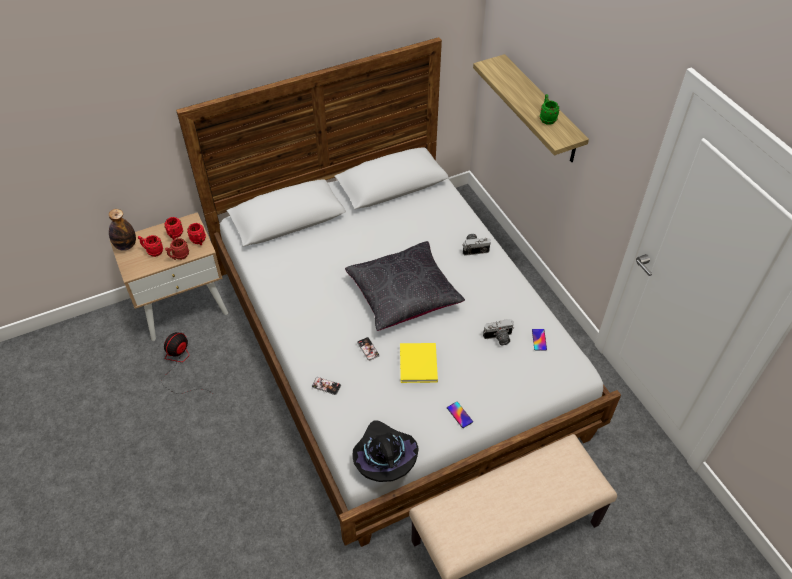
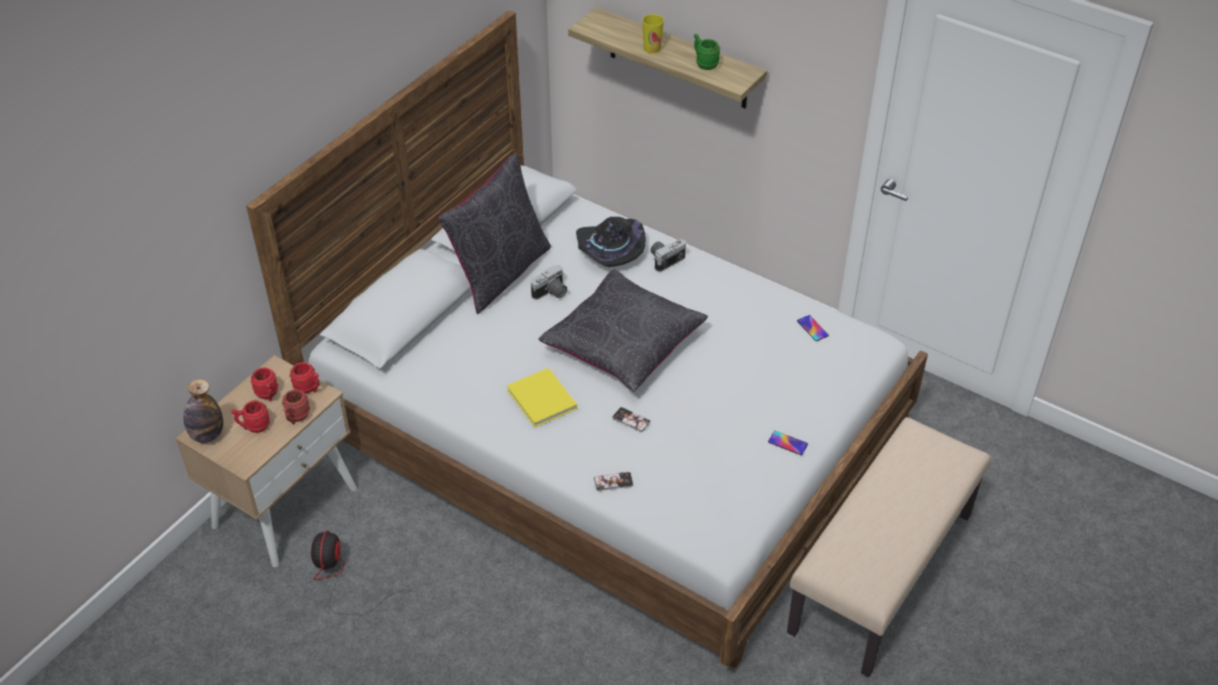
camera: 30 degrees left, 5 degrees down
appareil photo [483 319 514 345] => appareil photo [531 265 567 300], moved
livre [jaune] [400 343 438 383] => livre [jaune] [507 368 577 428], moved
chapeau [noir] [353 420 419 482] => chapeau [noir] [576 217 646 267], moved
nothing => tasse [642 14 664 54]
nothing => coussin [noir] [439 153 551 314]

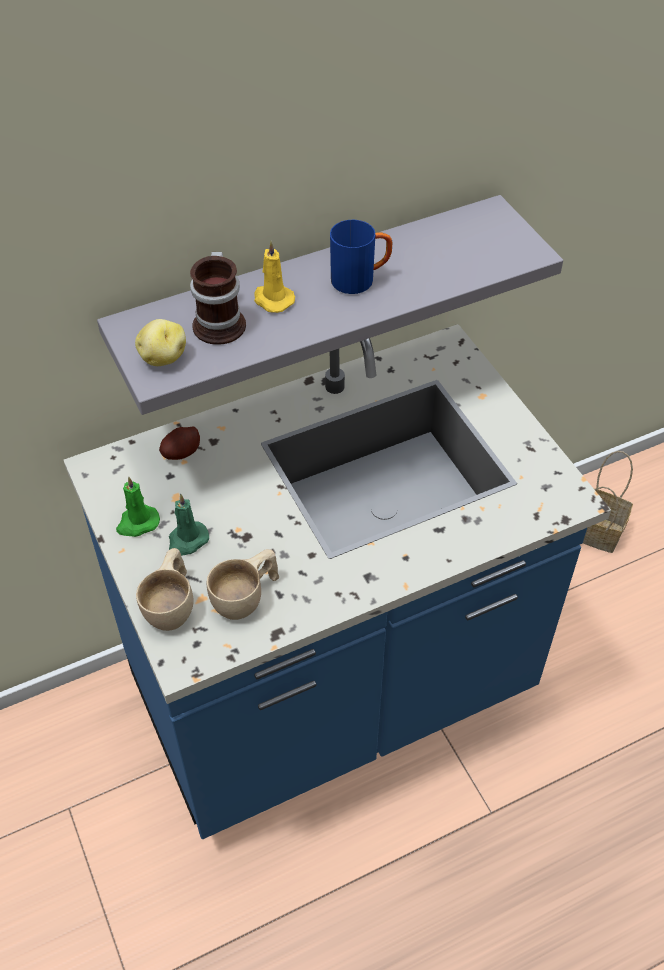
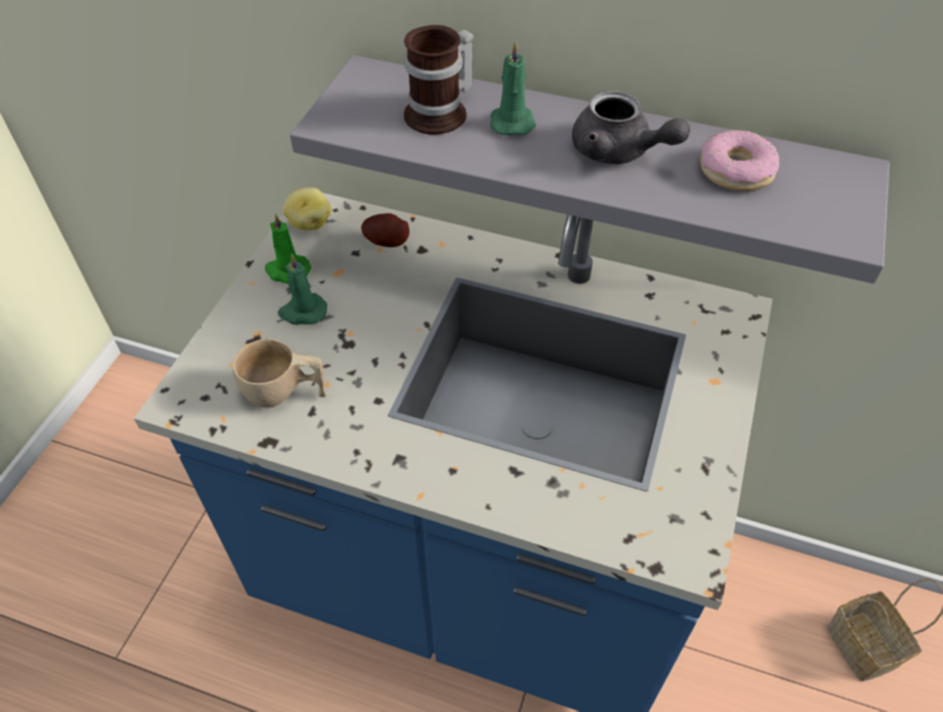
camera: 45 degrees right, 0 degrees up
mug [bleu] [330 220 392 294] => théière [gris] [572 91 690 164]
bougie [jaune] [254 241 295 313] => bougie [vert] [490 40 536 135]
pomme de terre [135 319 186 366] => pomme de terre [283 187 332 230], moved
tasse [beige] [136 548 194 631] => nothing
nothing => beignet [700 130 779 191]

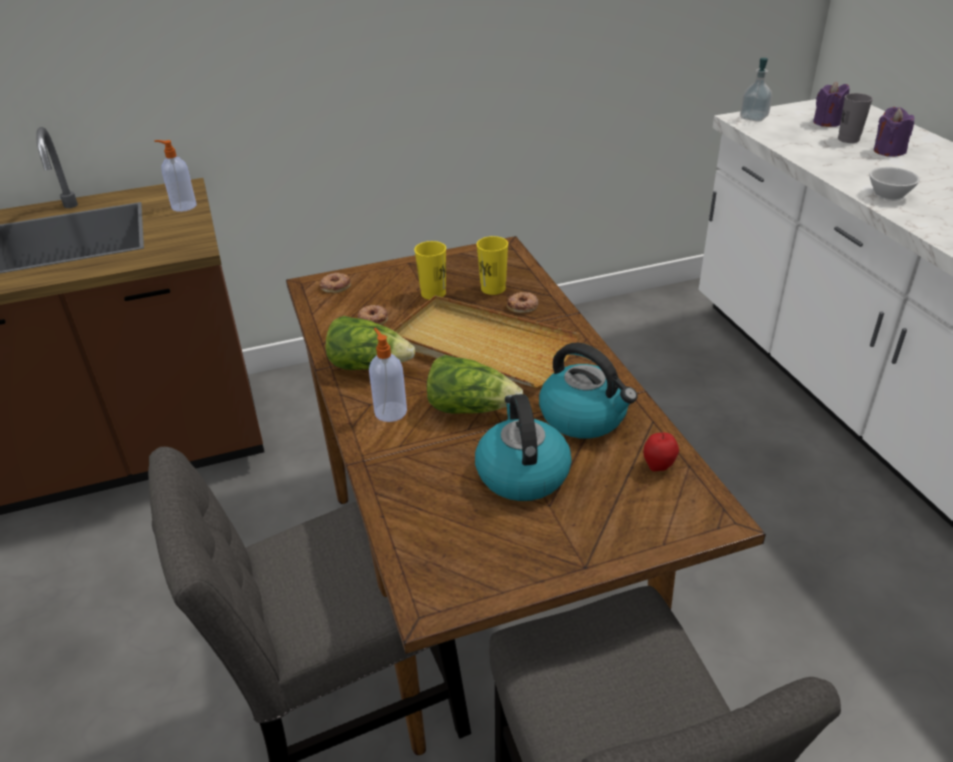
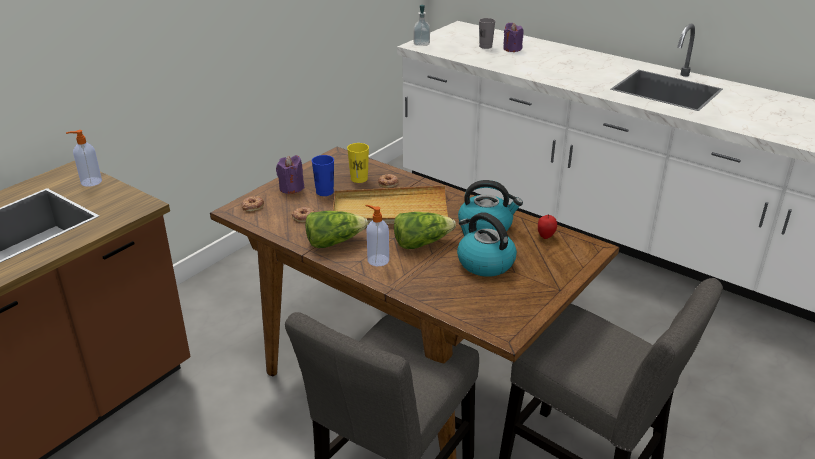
camera: 35 degrees left, 5 degrees down
bougie [violet] [813 82 850 127] => bougie [violet] [276 155 304 194], moved
tasse [blanc] [869 167 920 201] => nothing
tasse [jaune] [414 241 446 300] => tasse [bleu] [312 155 334 196]

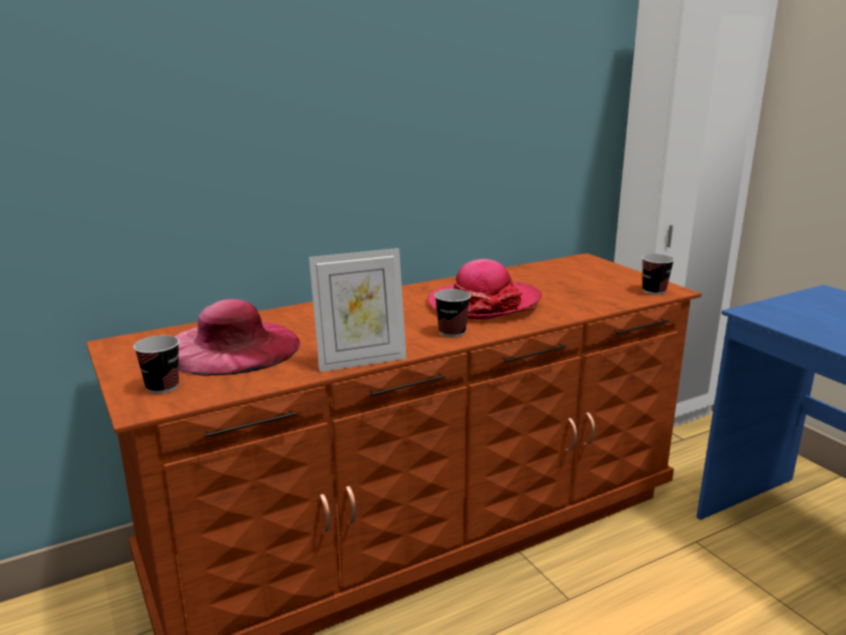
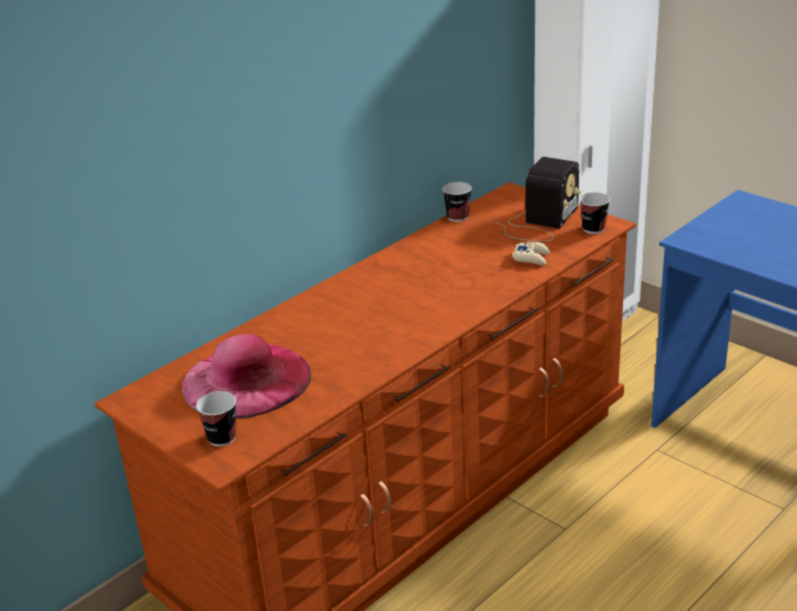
camera: 15 degrees left, 10 degrees up
cadre photo [309 248 407 372] => nothing
chapeau [427 259 542 319] => nothing
tasse [434 289 471 337] => tasse [442 182 472 222], moved
nothing => radio [495 157 581 242]
nothing => manette [beige] [512 242 550 265]

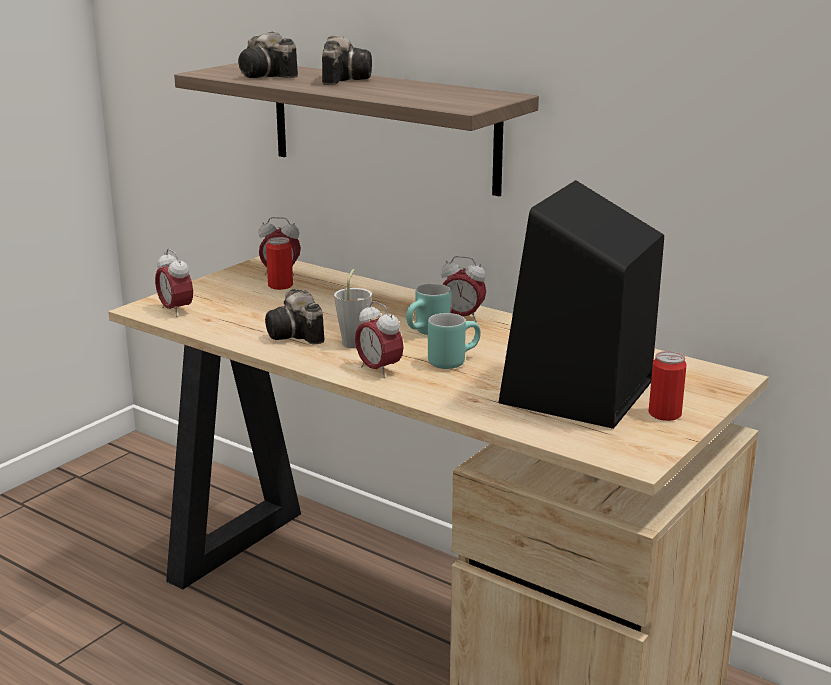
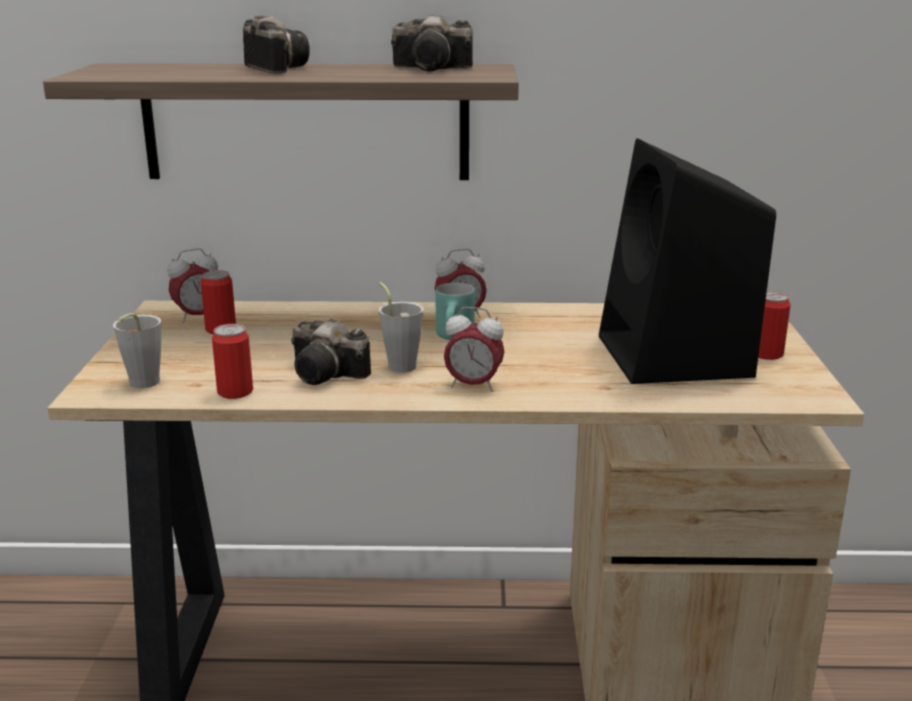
camera: 35 degrees left, 0 degrees up
appareil photo [238 31 298 78] => appareil photo [391 14 473 71], moved
réveil [155 249 193 317] => tasse [gris] [113 313 161 388]
mug [turquoise] [428 313 481 369] => nothing
nothing => boîte métallique [212 324 253 399]

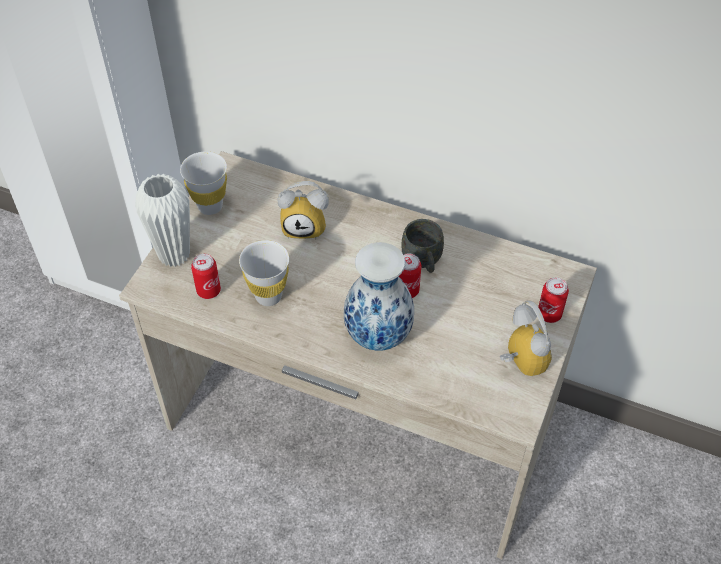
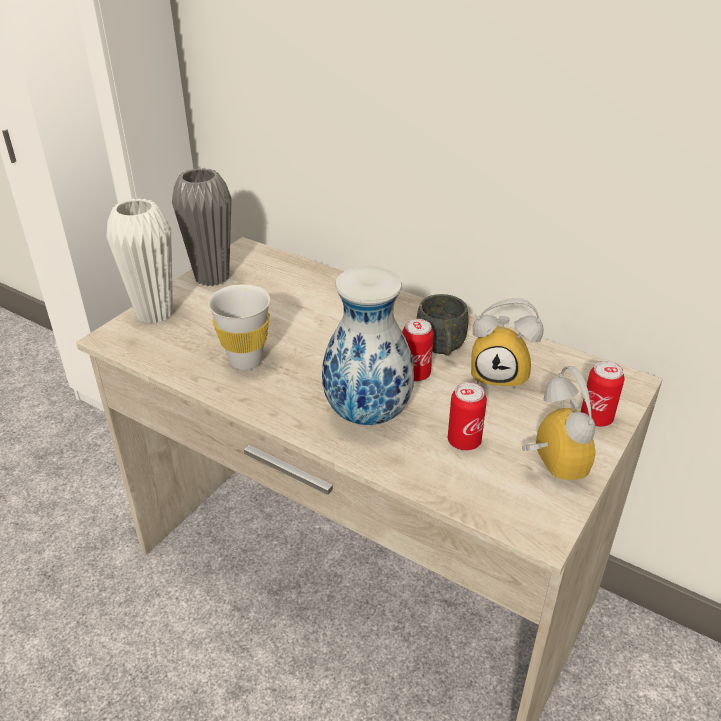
camera: 10 degrees right, 15 degrees down
tasse [blanc] [180 151 227 215] => vase [gris] [172 168 232 286]
réveil [278 181 329 239] => réveil [471 298 544 390], moved
boîte métallique [191 254 221 299] => boîte métallique [448 382 487 451], moved

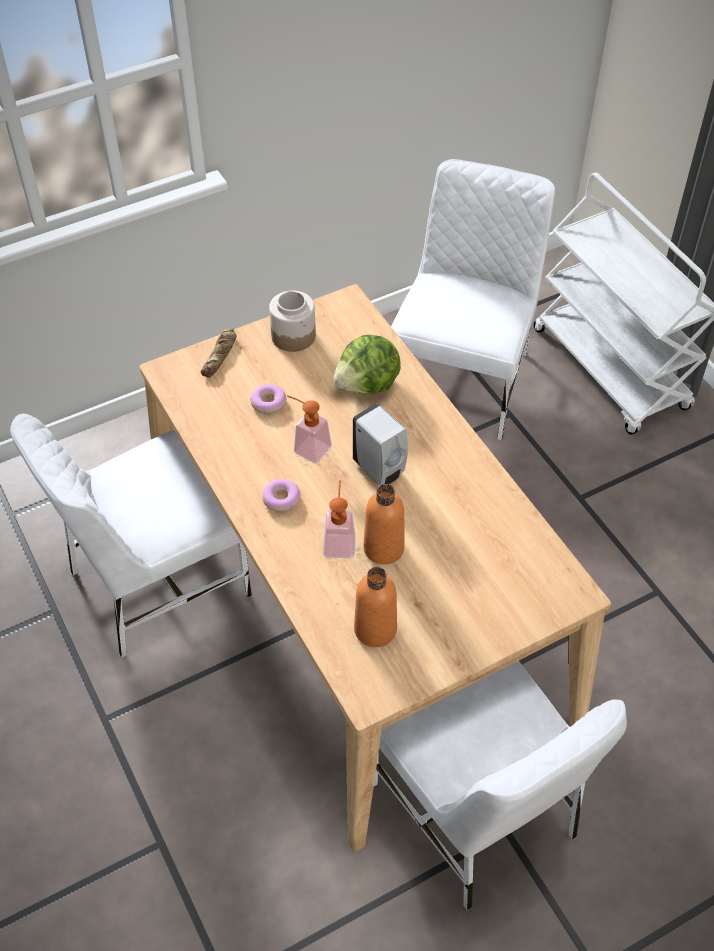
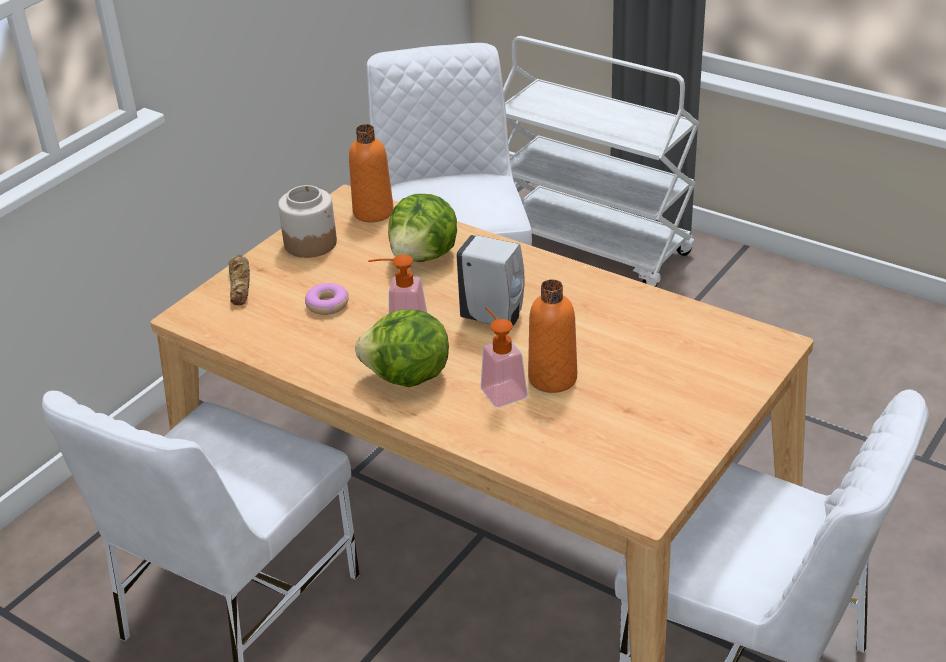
camera: 25 degrees left, 15 degrees down
beignet [262 479 301 512] => laitue [355 310 449 387]
bouteille [orange] [354 567 397 647] => bouteille [orange] [349 124 394 222], moved

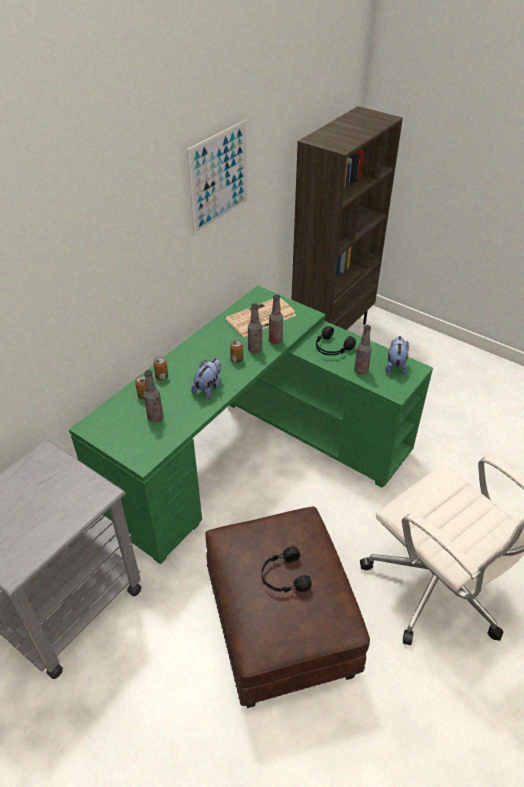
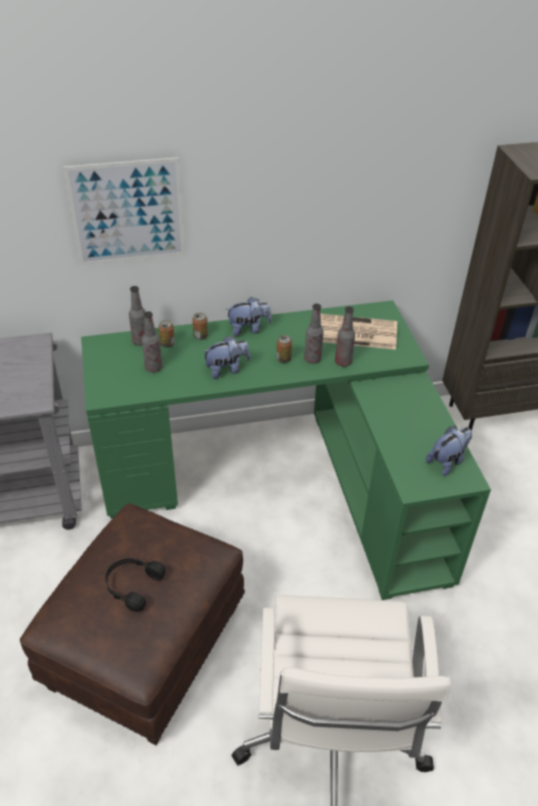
camera: 40 degrees right, 0 degrees up
tableau [187 119 249 236] => tableau [63 157 185 265], moved
bouteille [354 325 372 375] => bouteille [129 286 146 346], moved
casque audio [noir] [316 326 356 355] => nothing
nothing => peluche [226 297 272 336]

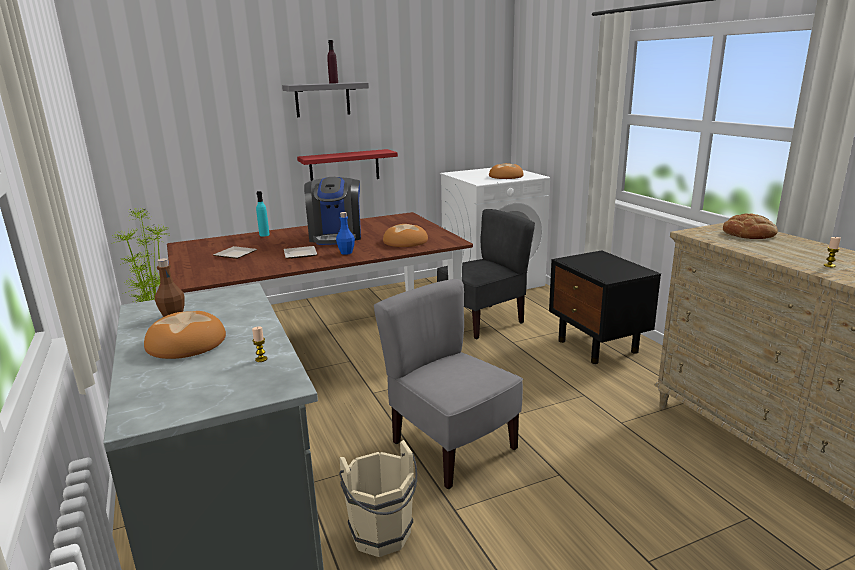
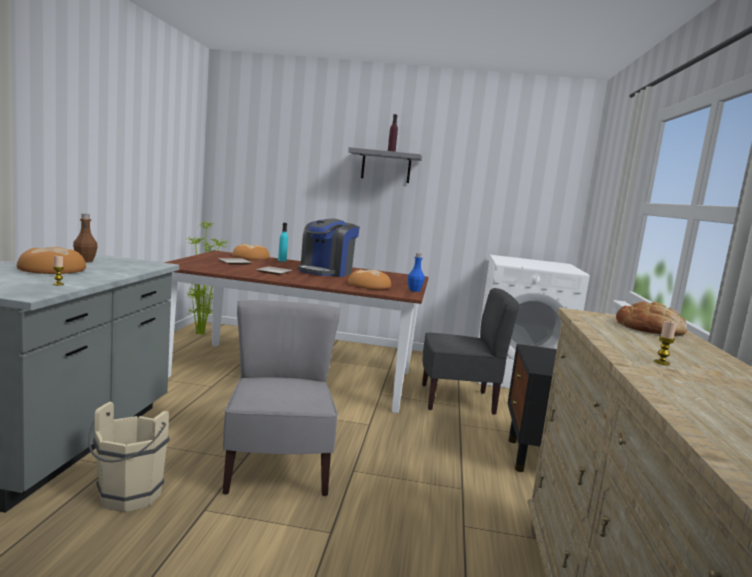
camera: 30 degrees right, 10 degrees down
étagère [rouge] [297 149 398 181] => nothing
pain [489 163 523 179] => pain [232 244 270 260], moved
bouteille [bleu] [336 212 355 255] => bouteille [bleu] [408 253 425 292], moved

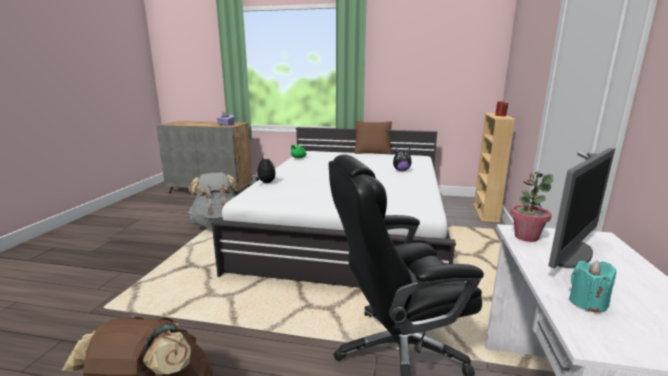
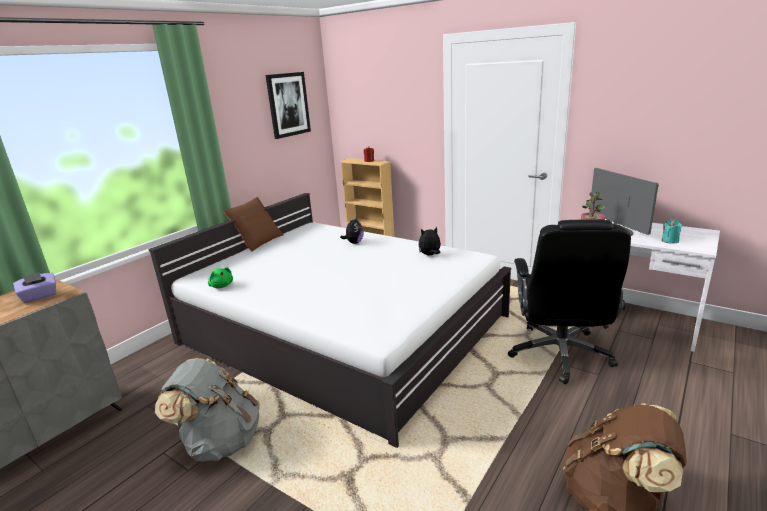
camera: 65 degrees left, 5 degrees up
peluche [256 156 276 183] => peluche [419 227 441 255], moved
nothing => tableau [266 72 311 139]

